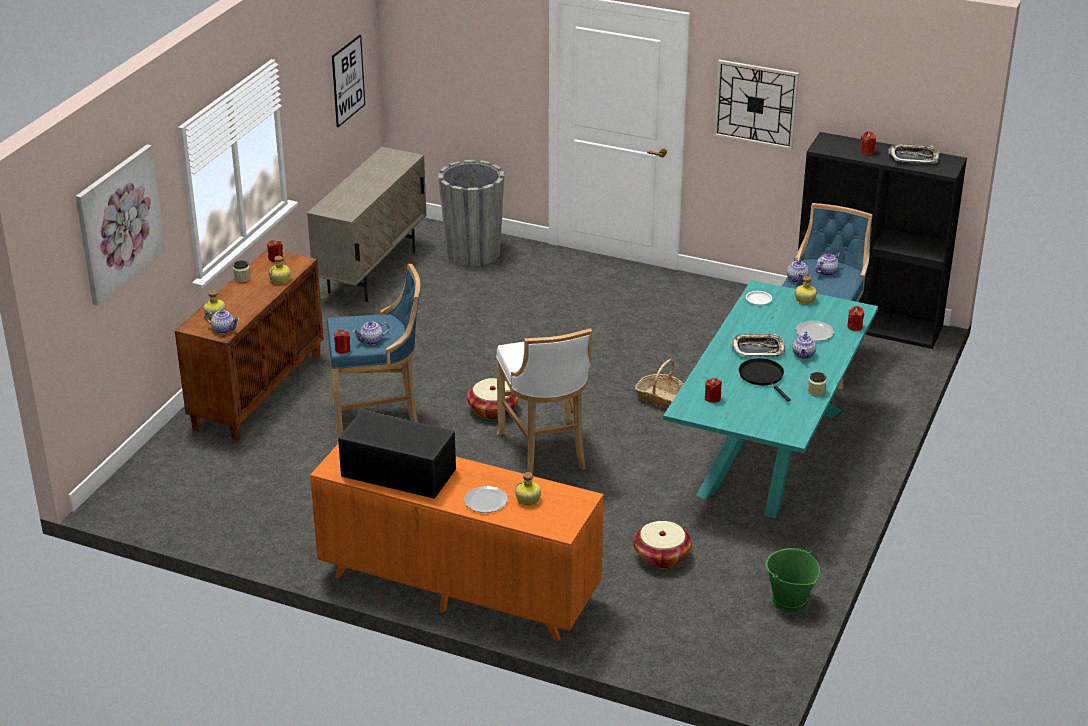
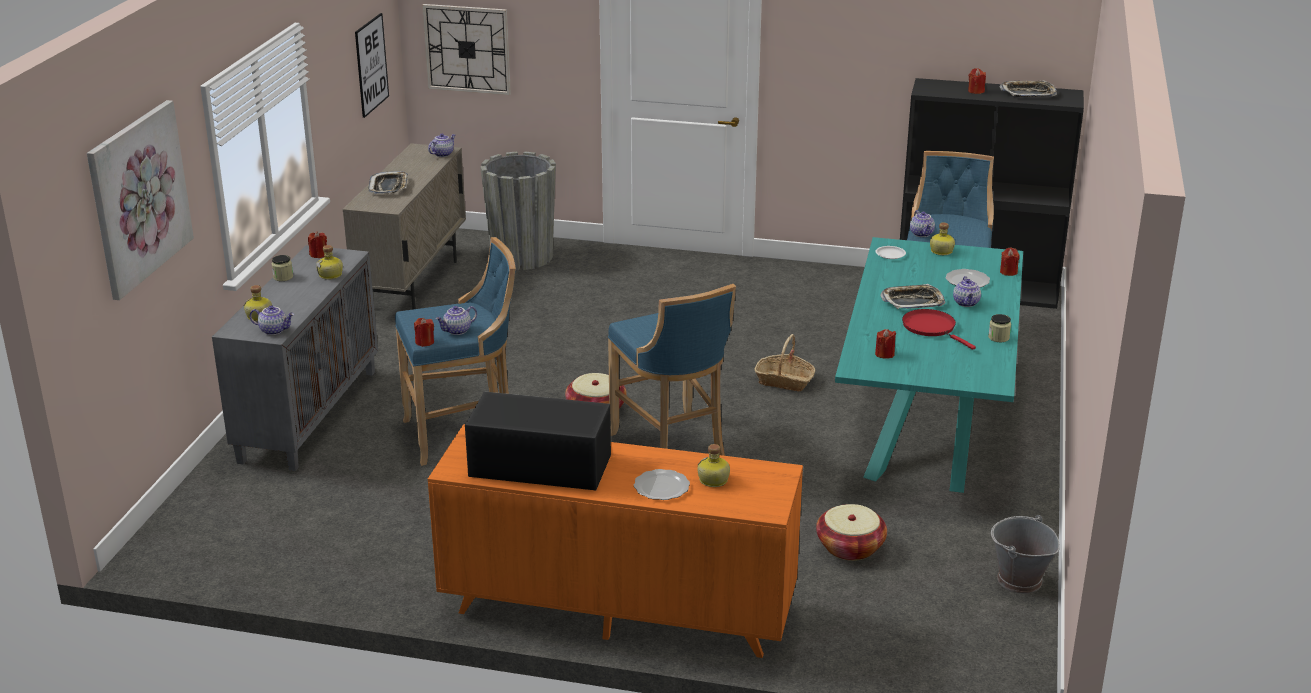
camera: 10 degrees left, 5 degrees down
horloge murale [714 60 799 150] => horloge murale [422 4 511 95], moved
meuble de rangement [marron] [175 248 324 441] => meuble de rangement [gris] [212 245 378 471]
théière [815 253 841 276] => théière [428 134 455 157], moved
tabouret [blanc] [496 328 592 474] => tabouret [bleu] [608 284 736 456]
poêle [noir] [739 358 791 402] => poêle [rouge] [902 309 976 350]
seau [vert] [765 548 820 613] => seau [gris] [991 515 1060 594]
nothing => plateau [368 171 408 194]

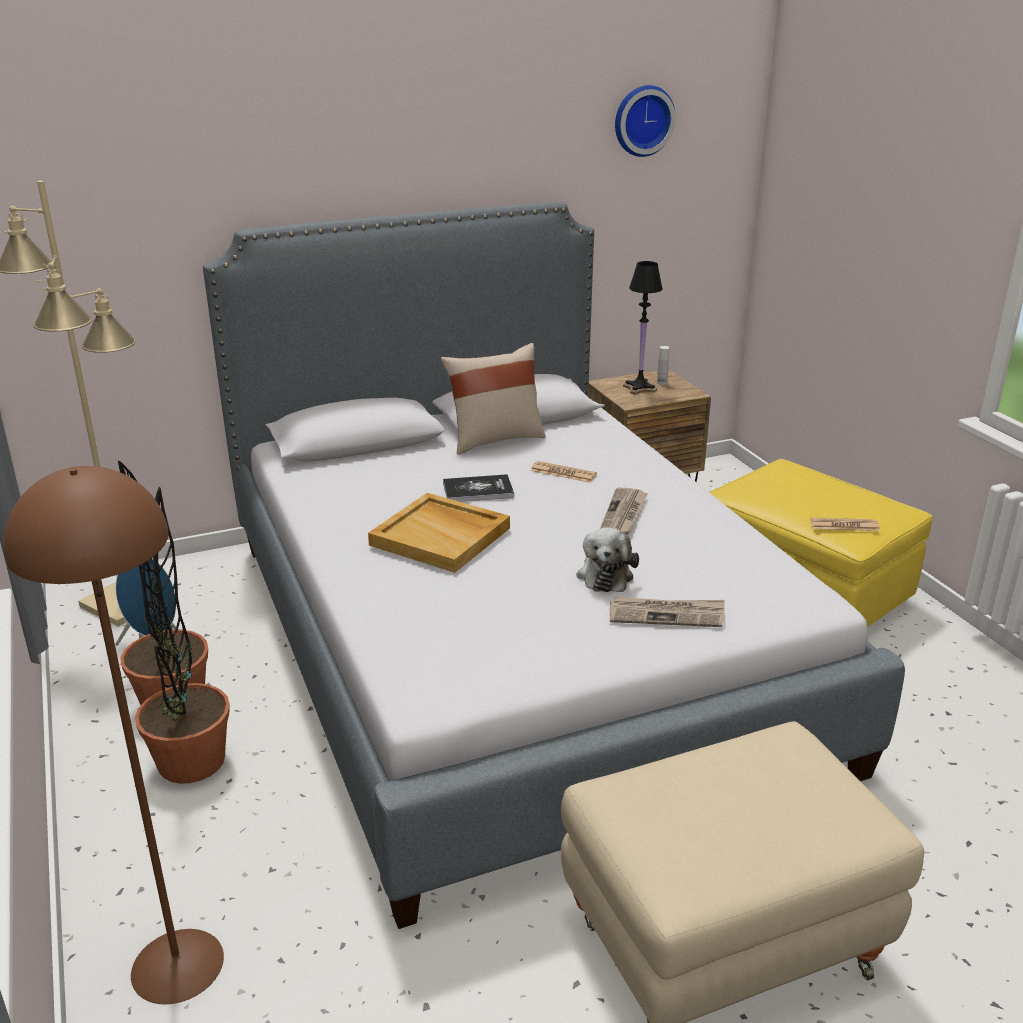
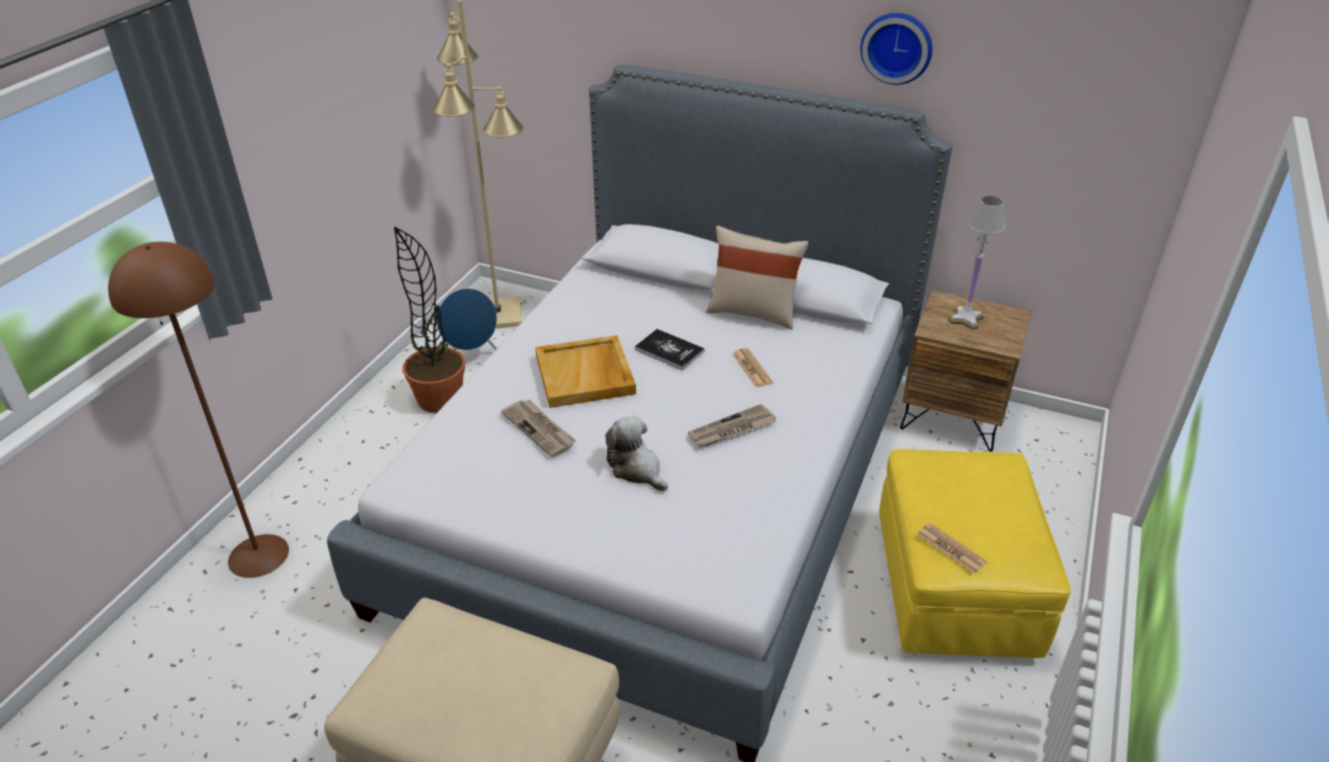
camera: 45 degrees right, 10 degrees up
horloge murale [615 85 676 157] => horloge murale [860 13 932 85], moved
lampe de table [noir] [623 261 663 395] => lampe de table [blanc] [948 195 1005 330]
bouteille [blanc] [657 346 670 385] => nothing
plante en pot [135 487 230 784] => nothing
peluche [577 527 639 592] => peluche [605 416 668 491], 90 degrees clockwise
journal [610 597 725 627] => journal [501 399 576 457], moved

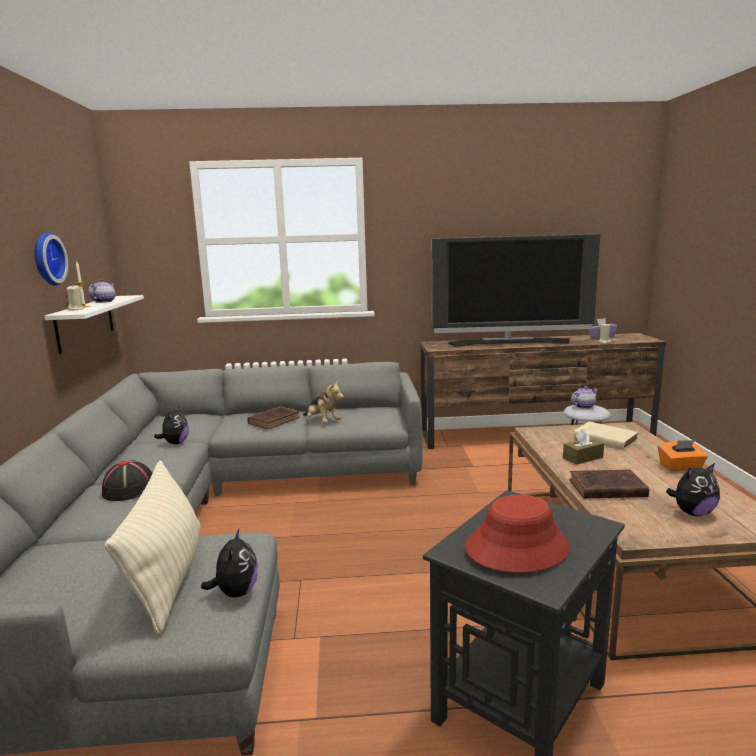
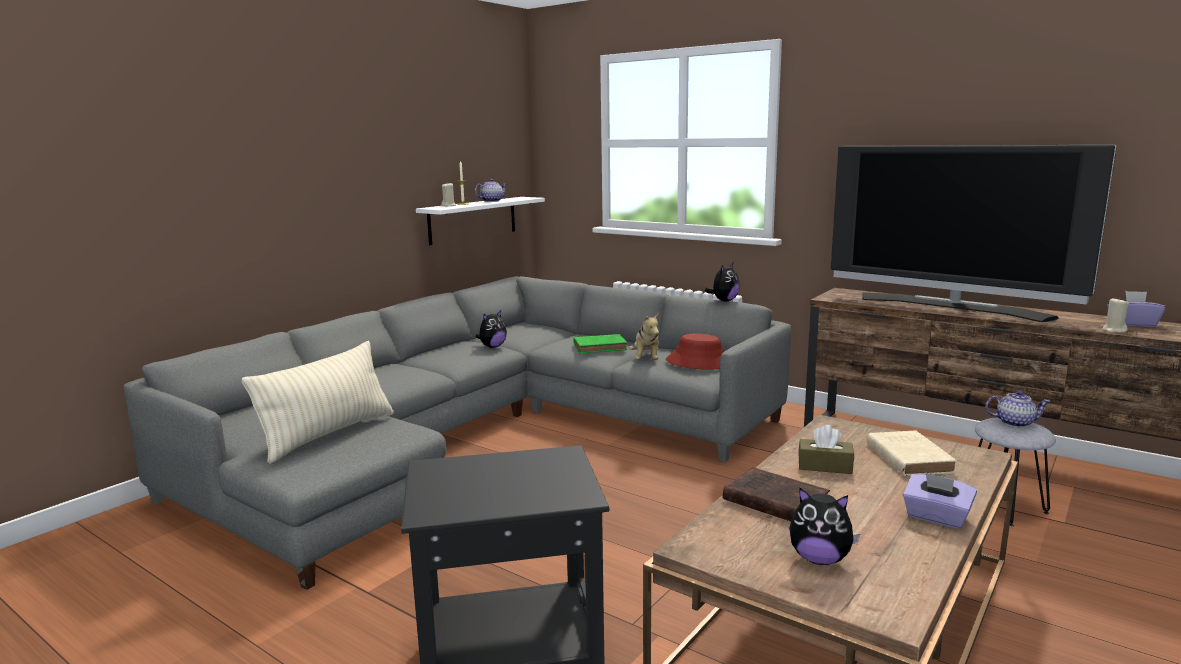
camera: 40 degrees right, 0 degrees up
horloge murale [35 232 68 286] => nothing
livre [marron] [247 406 300 429] => livre [vert] [574 334 627 353]
boîte à mouchoirs [orange] [658 440 708 471] => boîte à mouchoirs [violet] [903 473 977 529]
chapeau [noir] [102 460 152 501] => nothing
chapeau [rouge] [465 495 570 573] => chapeau [rouge] [666 334 724 370], moved
peluche [201 529 258 598] => peluche [705 263 740 301], moved

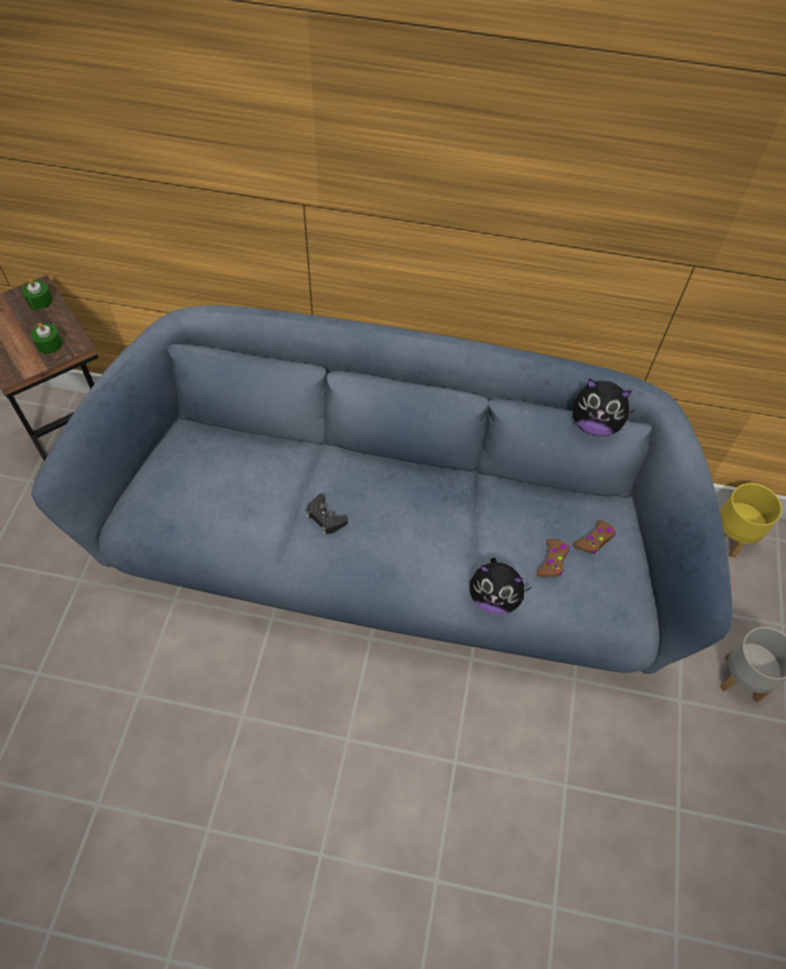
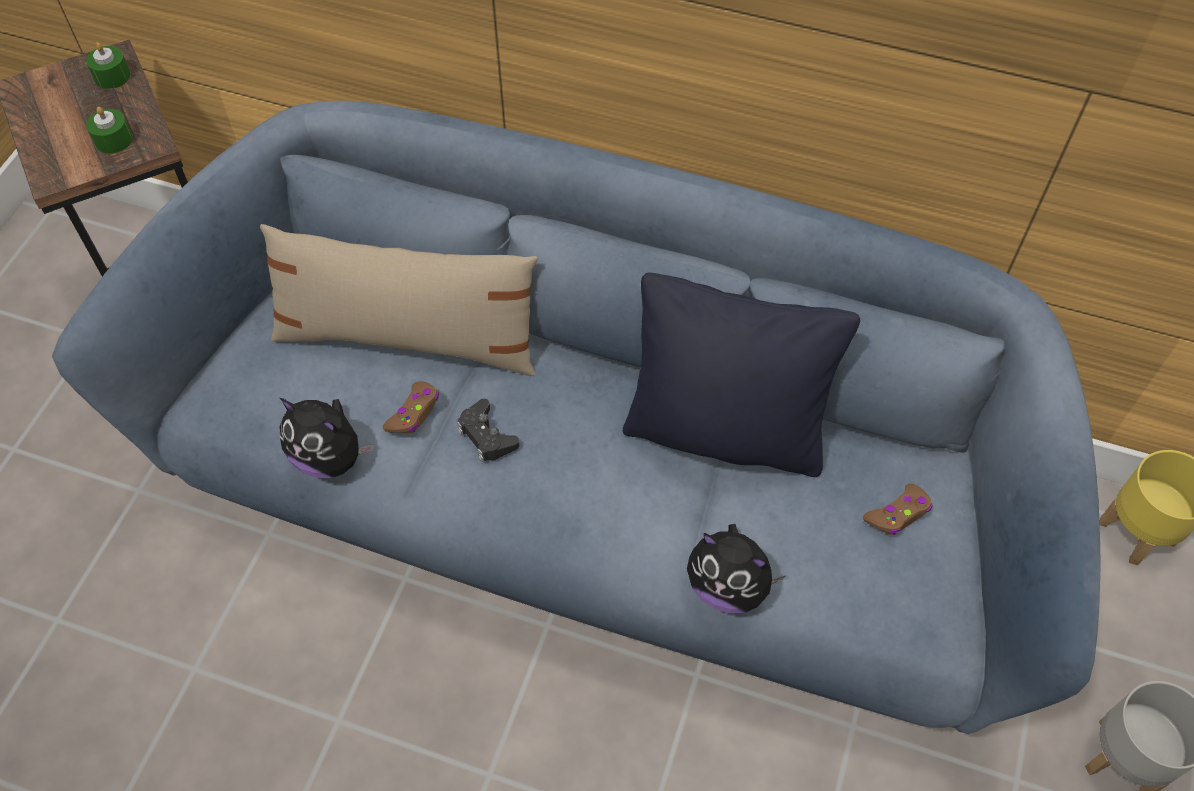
camera: 10 degrees right, 0 degrees up
peluche [573 379 634 436] => peluche [279 398 374 478], moved
manette [marron] [537 539 570 577] => manette [marron] [383 381 439 433], moved
nothing => coussin [beige] [260 224 538 376]
nothing => coussin [noir] [623 273 860 477]

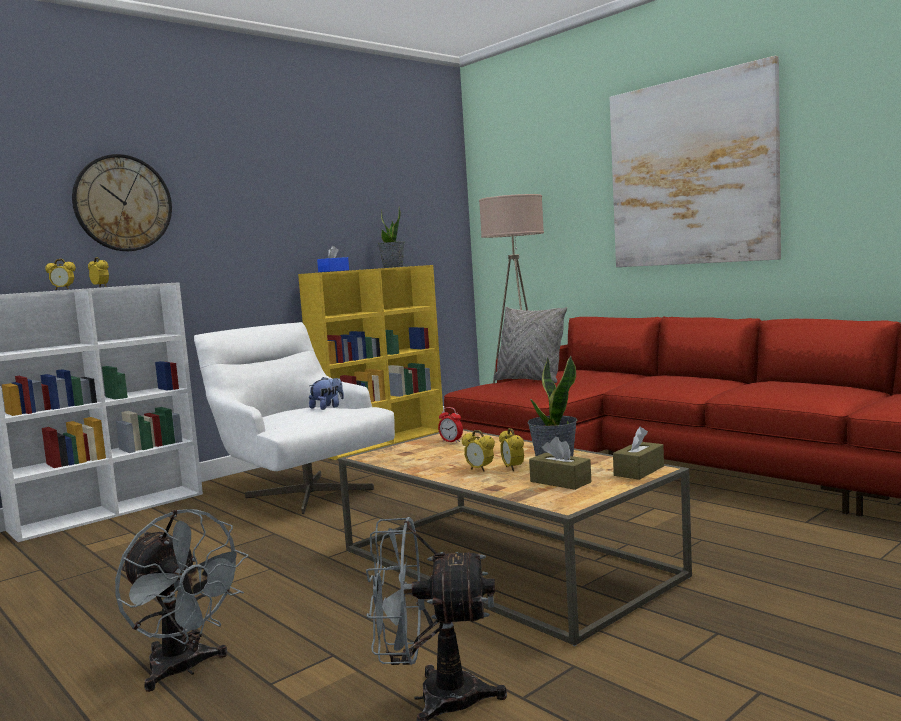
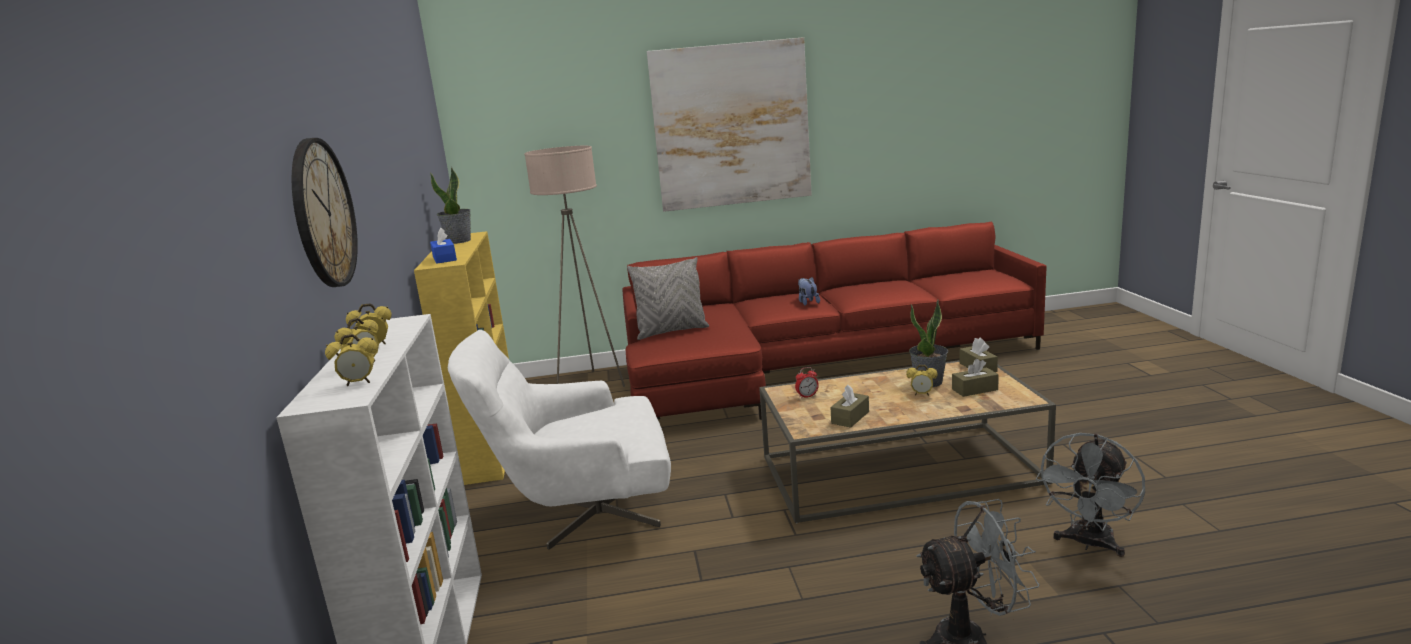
camera: 55 degrees left, 10 degrees up
peluche [309 377 344 410] => peluche [798 277 820 306], moved
réveil [462 430 495 472] => réveil [325 334 378 386], moved
nothing => boîte à mouchoirs [marron] [831 385 869 428]

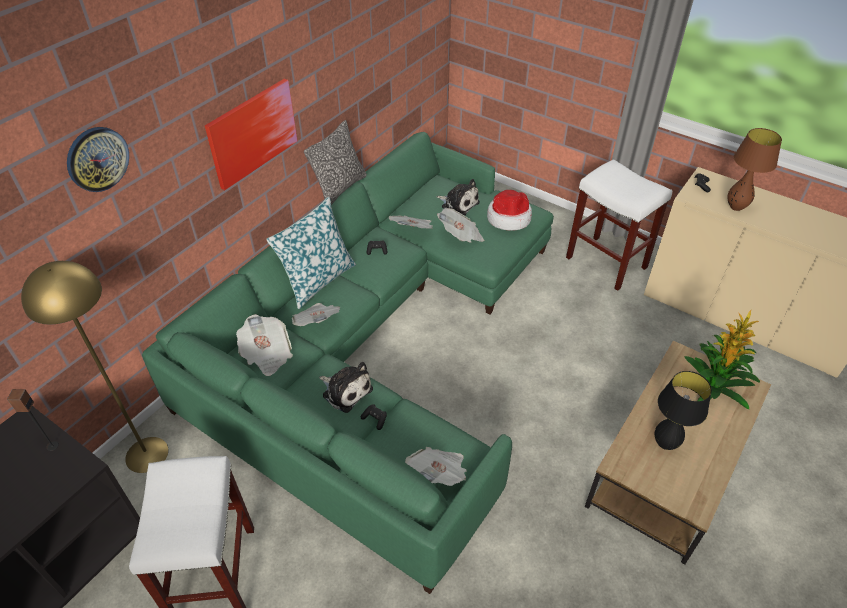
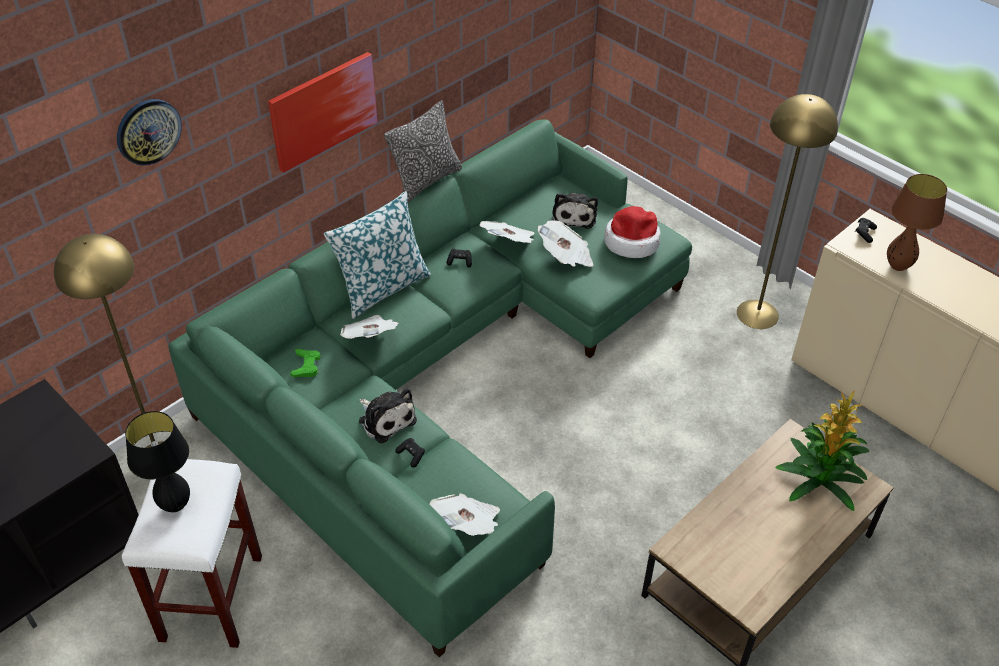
camera: 10 degrees right, 0 degrees up
tabouret [blanc] [566 159 672 291] => lampadaire [jaune] [737 94 838 329]
peluche [436 179 480 216] => peluche [552 193 598 229], 45 degrees clockwise
journal [236 314 293 376] => manette [vert] [291 349 321 377]
lampe de table [noir] [655 371 712 450] => lampe de table [noir] [125 411 190 512], moved
enceinte [7 389 59 451] => nothing

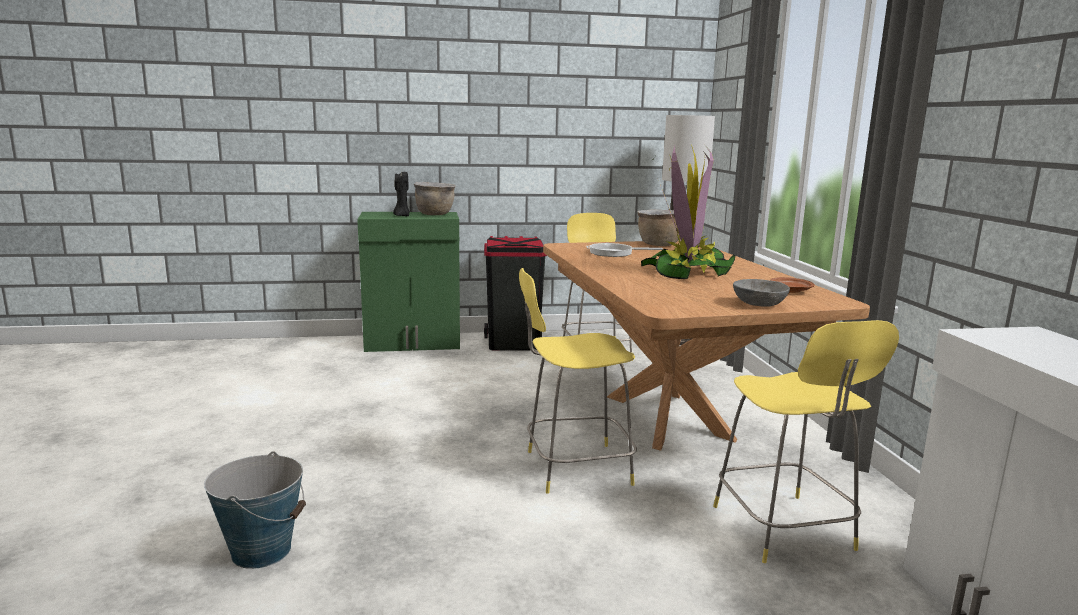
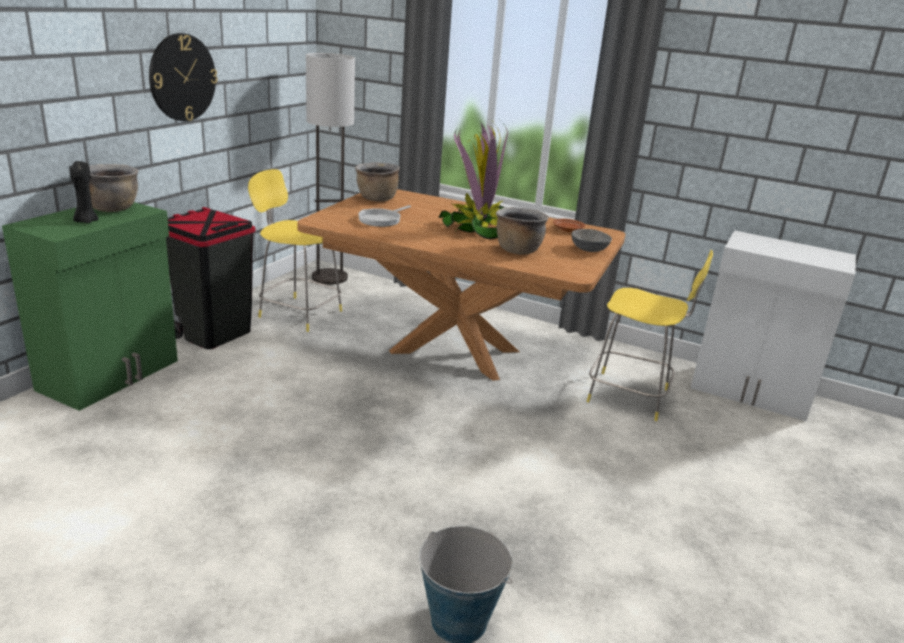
camera: 55 degrees left, 10 degrees up
tabouret [jaune] [519 268 637 494] => nothing
nothing => horloge murale [149 33 218 121]
nothing => marmite [marron] [496 207 549 255]

